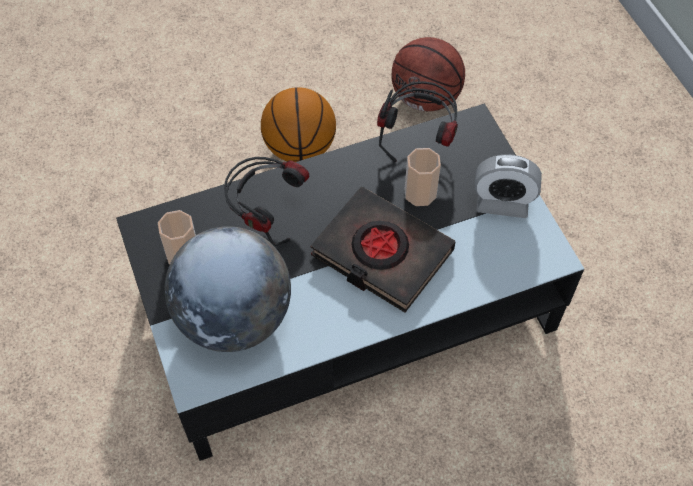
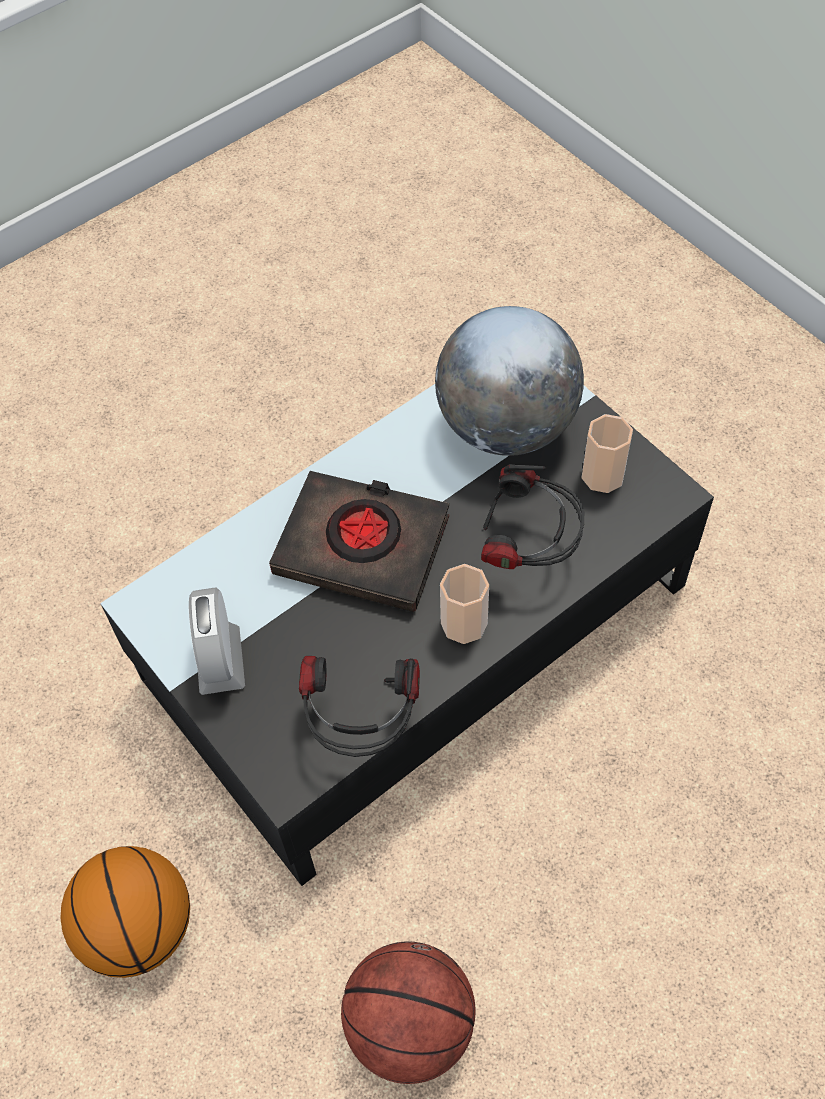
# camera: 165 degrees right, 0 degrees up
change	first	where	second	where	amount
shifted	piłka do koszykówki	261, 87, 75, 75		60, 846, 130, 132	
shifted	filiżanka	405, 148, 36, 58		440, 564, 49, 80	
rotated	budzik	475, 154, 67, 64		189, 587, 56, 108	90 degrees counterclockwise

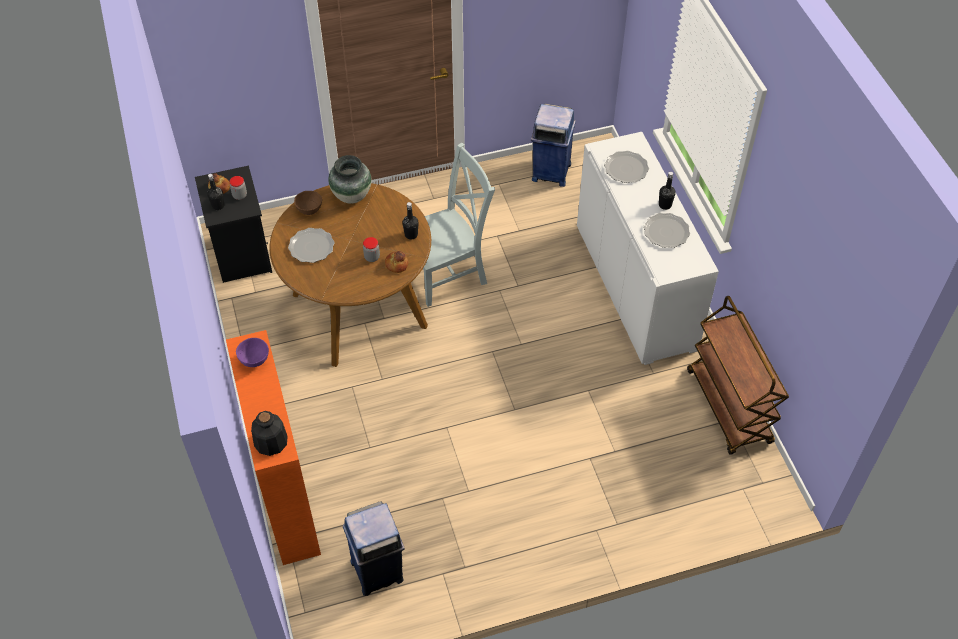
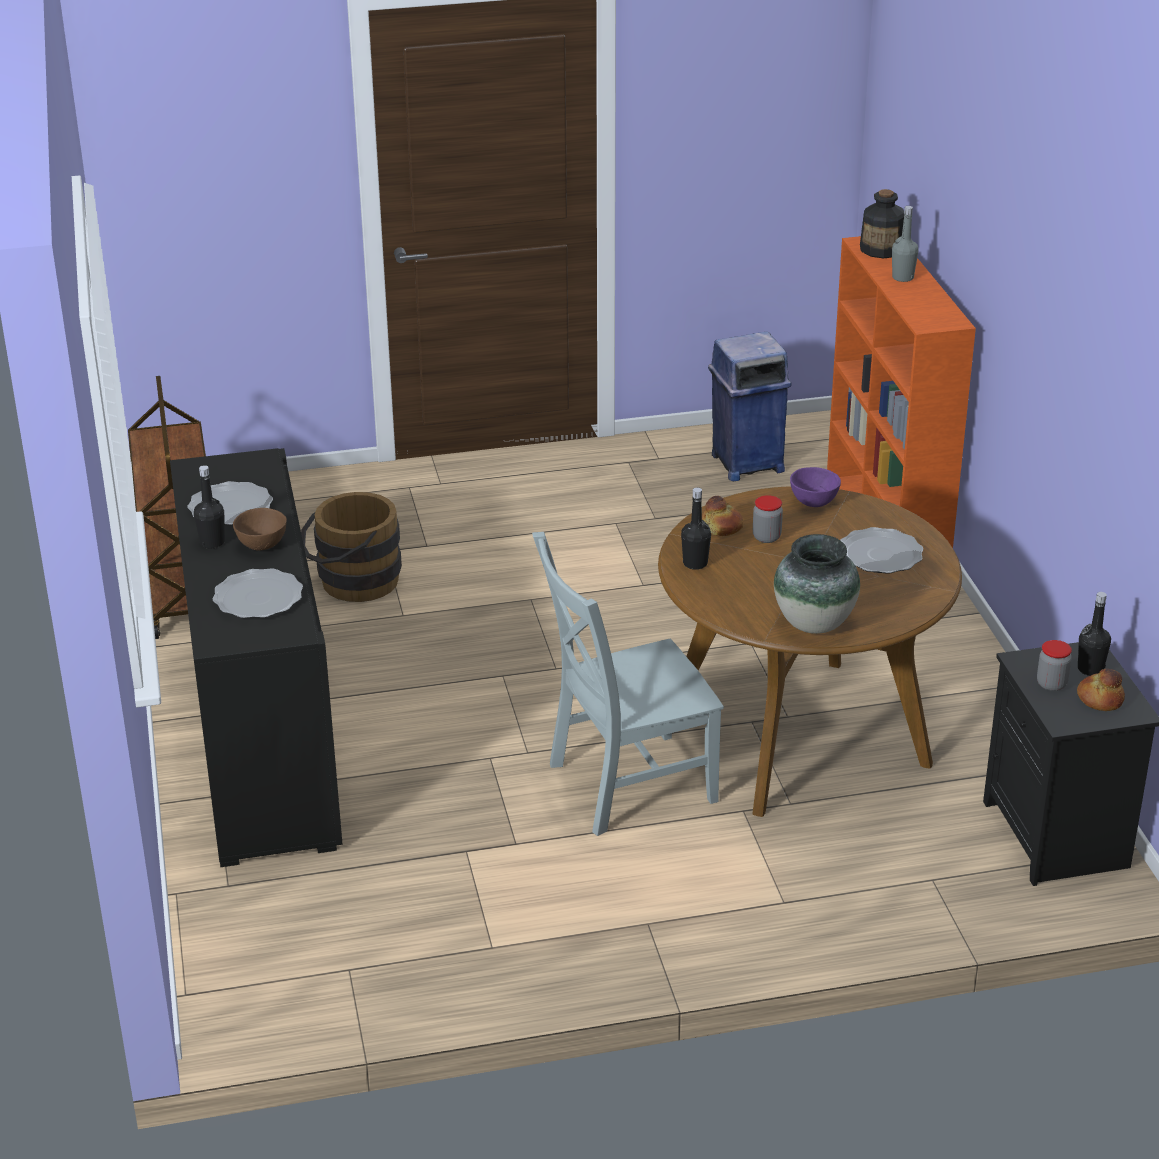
# camera: 175 degrees left, 20 degrees down
change	first	where	second	where	amount
gone	kosz na śmieci [niebieski]	531, 104, 45, 83			
new			wiadro [brązowy]	301, 492, 101, 110	
new			butelka [szary]	892, 206, 27, 76	
shifted	miska [fioletowy]	236, 338, 33, 29		790, 467, 51, 40	
shifted	miska [brązowy]	294, 191, 28, 24		233, 508, 54, 43	
repainted	szafka [biały]	577, 132, 142, 233	szafka [czarny]	170, 448, 173, 419	

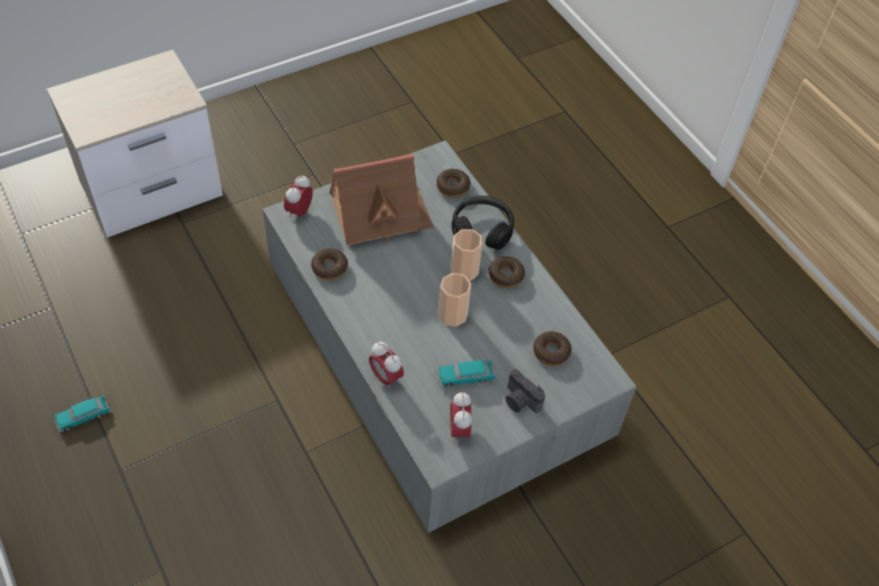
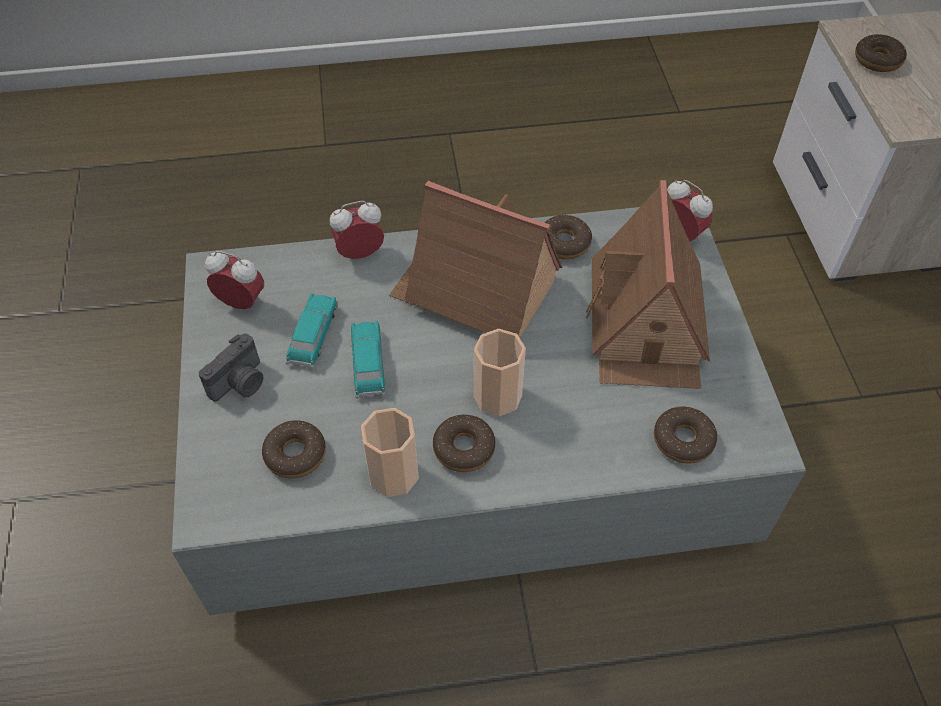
# camera: 115 degrees right, 0 degrees up
change	first	where	second	where	amount
gone	słuchawki [czarny]	451, 196, 63, 54			
new			domek	389, 181, 173, 157	
new			donut	855, 34, 52, 38	
shifted	samochodzik	54, 396, 58, 36		351, 321, 35, 78	
shifted	filiżanka	438, 273, 33, 54		361, 408, 58, 89	
rotated	aparat fotograficzny	505, 369, 40, 44		198, 333, 65, 69	150 degrees clockwise

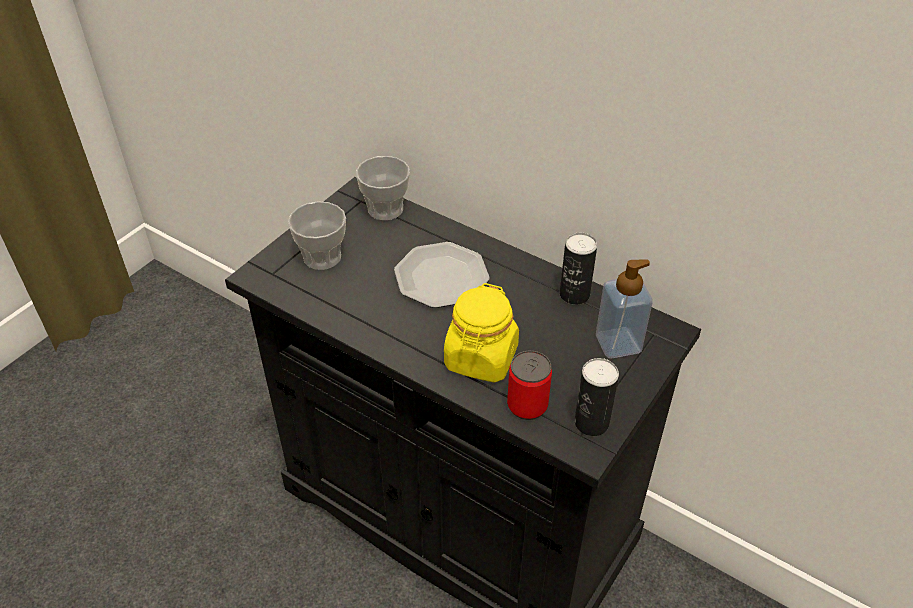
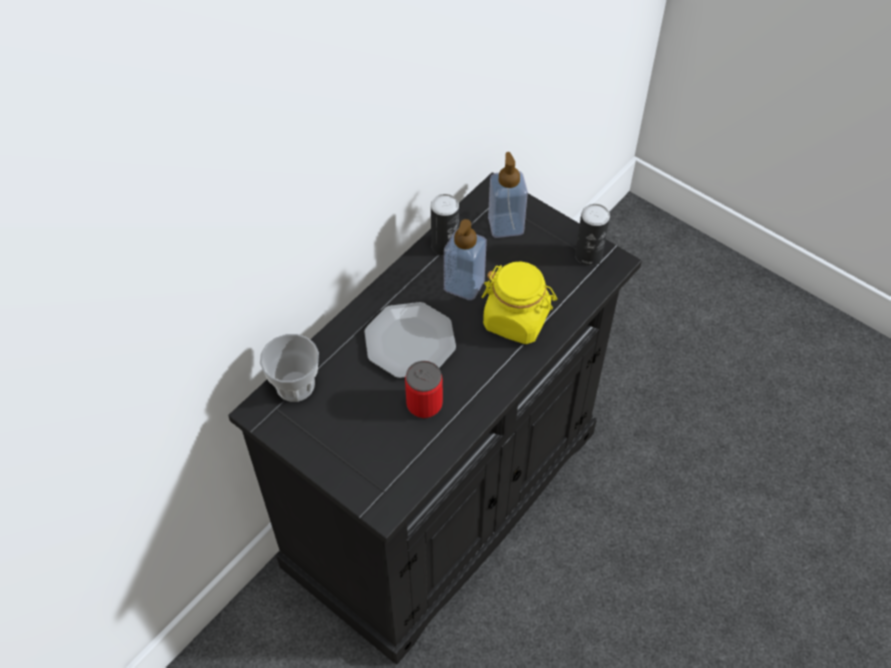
# camera: 85 degrees left, 10 degrees up
change	first	where	second	where	amount
gone	filiżanka	288, 202, 58, 68			
new			dozownik mydła	444, 219, 43, 81	
shifted	puszka	507, 351, 45, 69		405, 361, 38, 57	

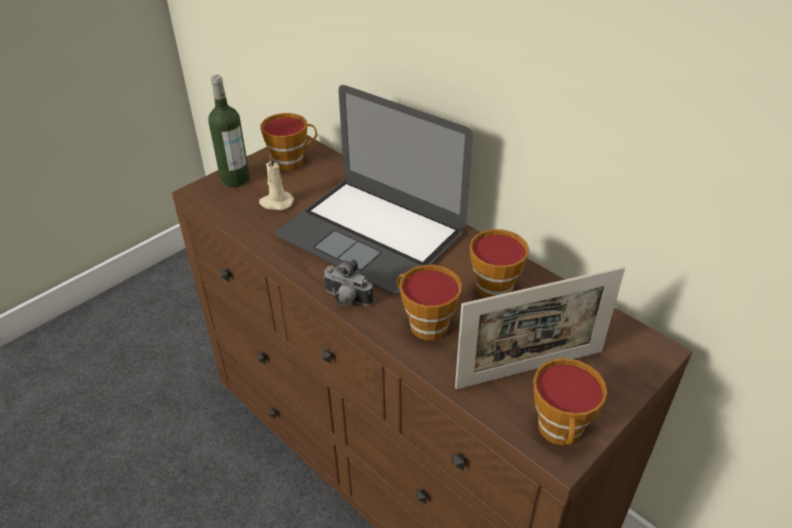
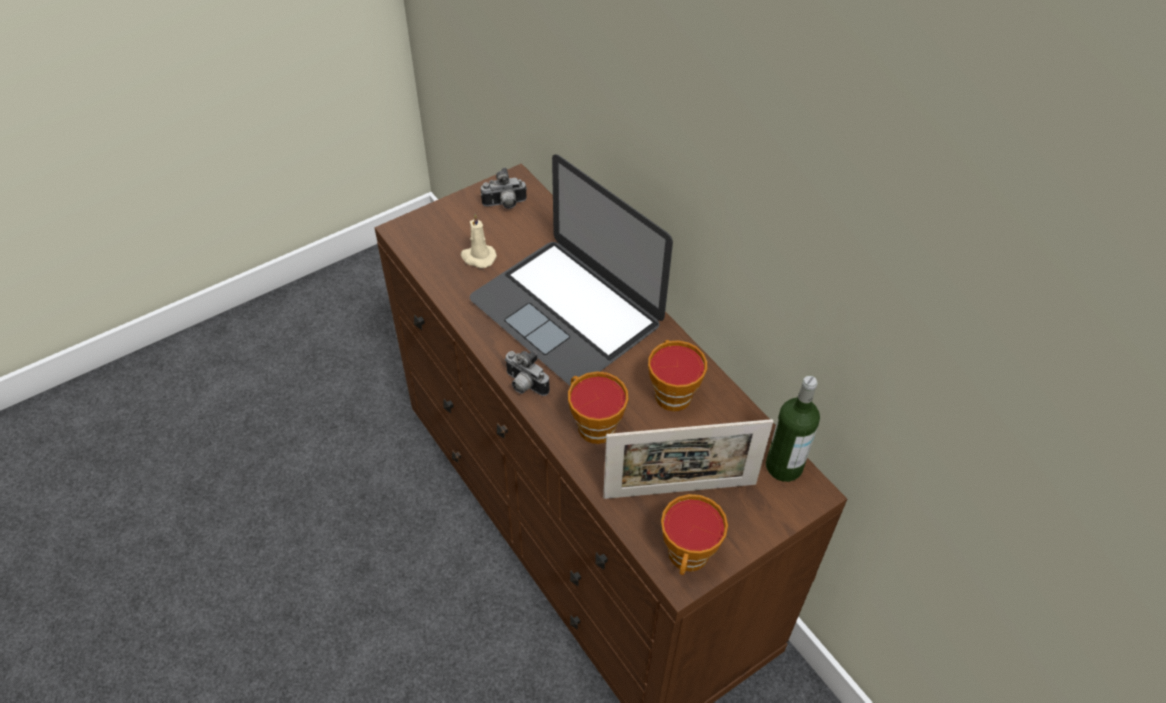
# camera: 10 degrees right, 10 degrees up
change	first	where	second	where	amount
shifted	butelka	208, 75, 42, 112		766, 376, 54, 106	
swapped	filiżanka	261, 113, 56, 57	aparat fotograficzny	481, 168, 46, 41	

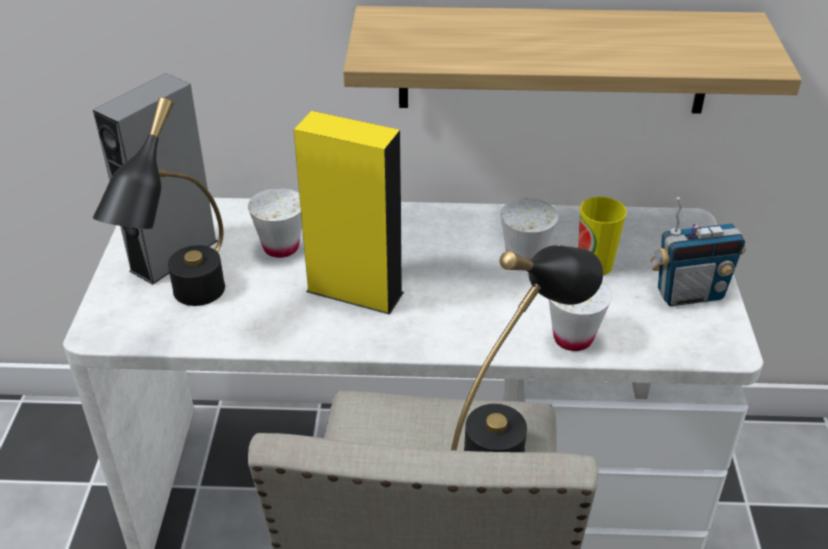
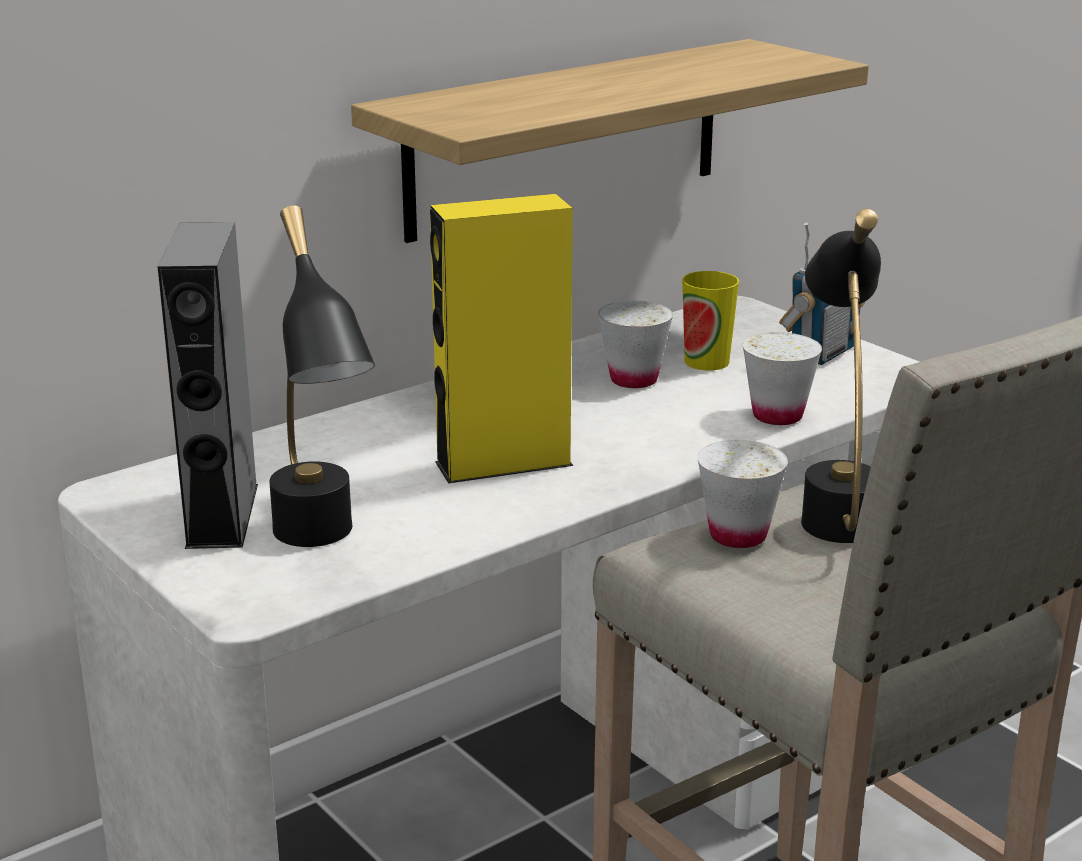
# camera: 40 degrees left, 15 degrees down
change	first	where	second	where	amount
shifted	filiżanka [biały]	248, 188, 54, 70		697, 440, 91, 108	

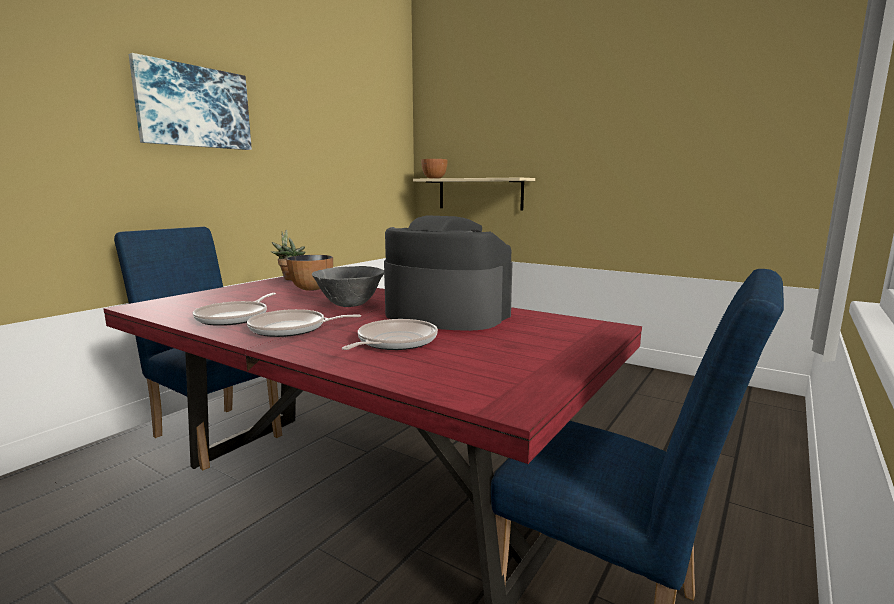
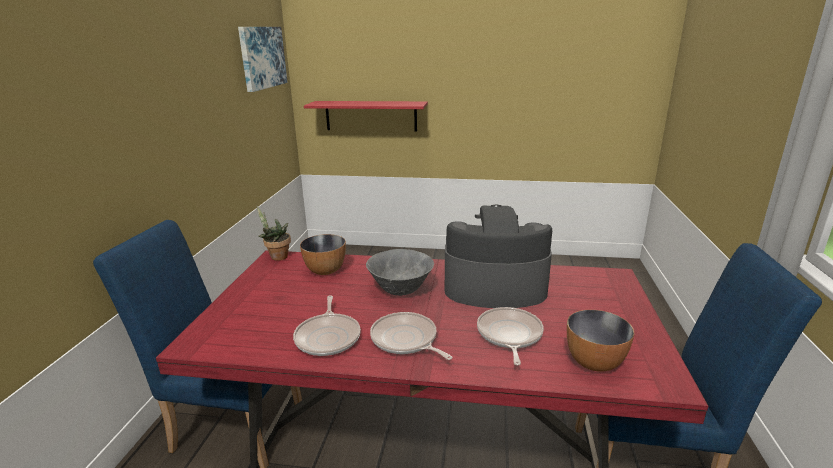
# camera: 25 degrees left, 10 degrees up
change	first	where	second	where	amount
shifted	obraz	129, 53, 123, 97		238, 27, 50, 65	
shifted	miska	421, 159, 27, 20		567, 310, 68, 62	
repainted	półka [beżowy]	413, 177, 122, 34	półka [czerwony]	304, 101, 124, 30	
rotated	patelnia	247, 309, 114, 28		370, 312, 83, 48	75 degrees clockwise

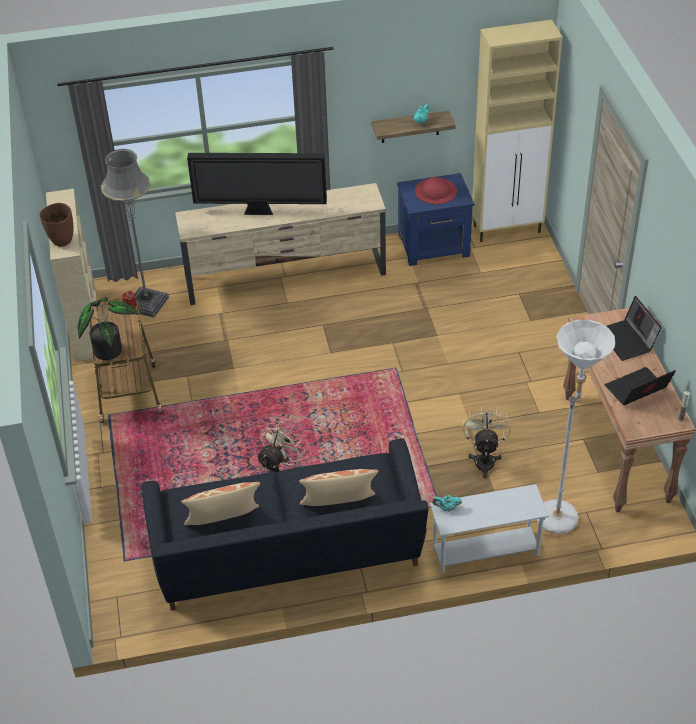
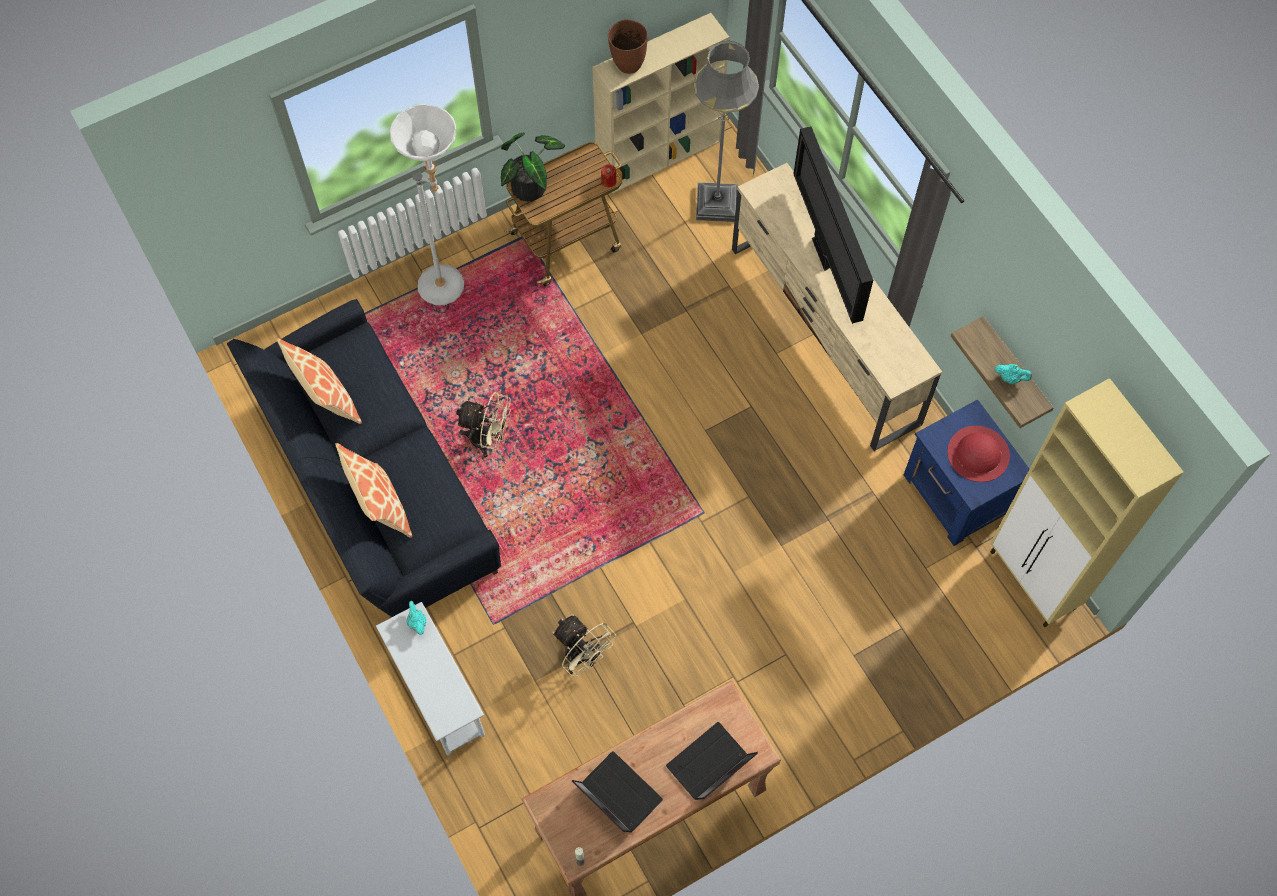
# camera: 70 degrees right, 20 degrees up
change	first	where	second	where	amount
shifted	lampa stojąca [biały]	537, 320, 78, 214		390, 104, 74, 201	
rotated	wentylator [beżowy]	463, 406, 48, 72		552, 614, 64, 63	60 degrees clockwise

